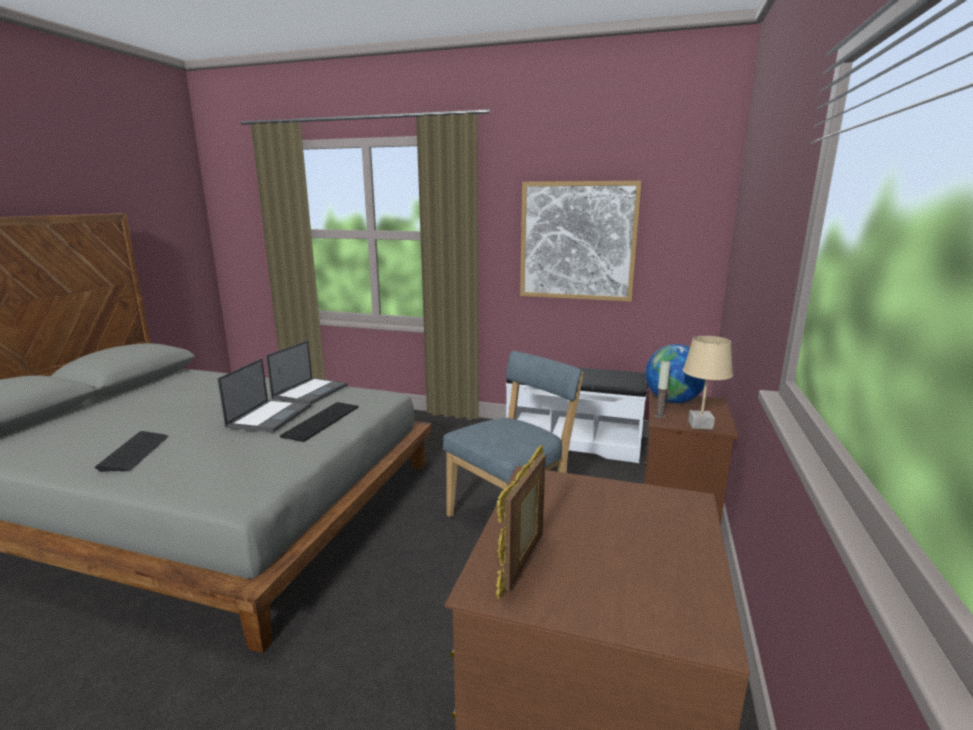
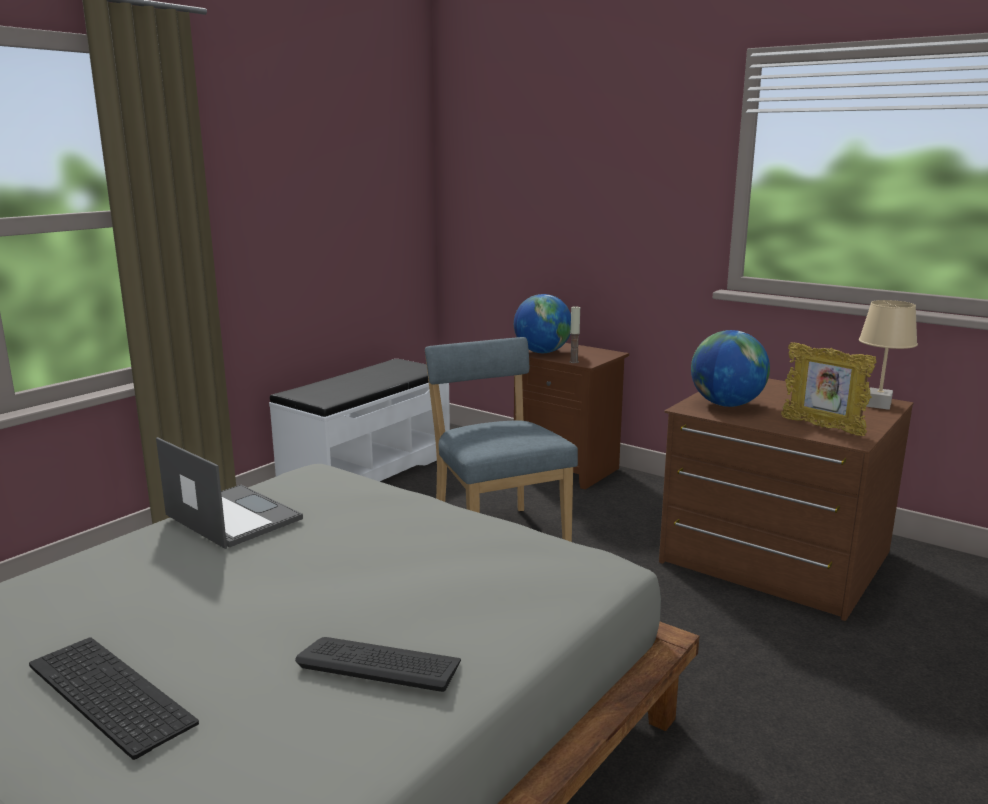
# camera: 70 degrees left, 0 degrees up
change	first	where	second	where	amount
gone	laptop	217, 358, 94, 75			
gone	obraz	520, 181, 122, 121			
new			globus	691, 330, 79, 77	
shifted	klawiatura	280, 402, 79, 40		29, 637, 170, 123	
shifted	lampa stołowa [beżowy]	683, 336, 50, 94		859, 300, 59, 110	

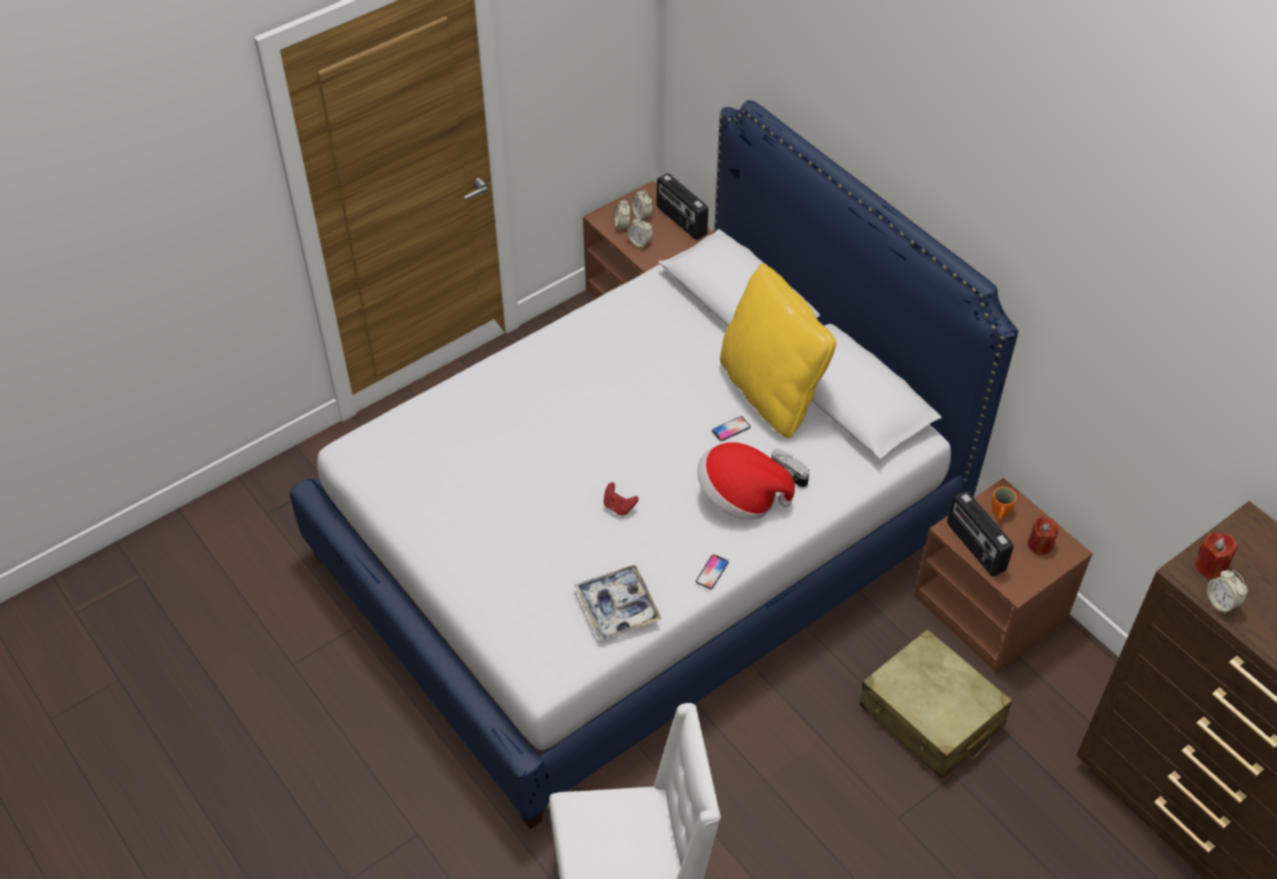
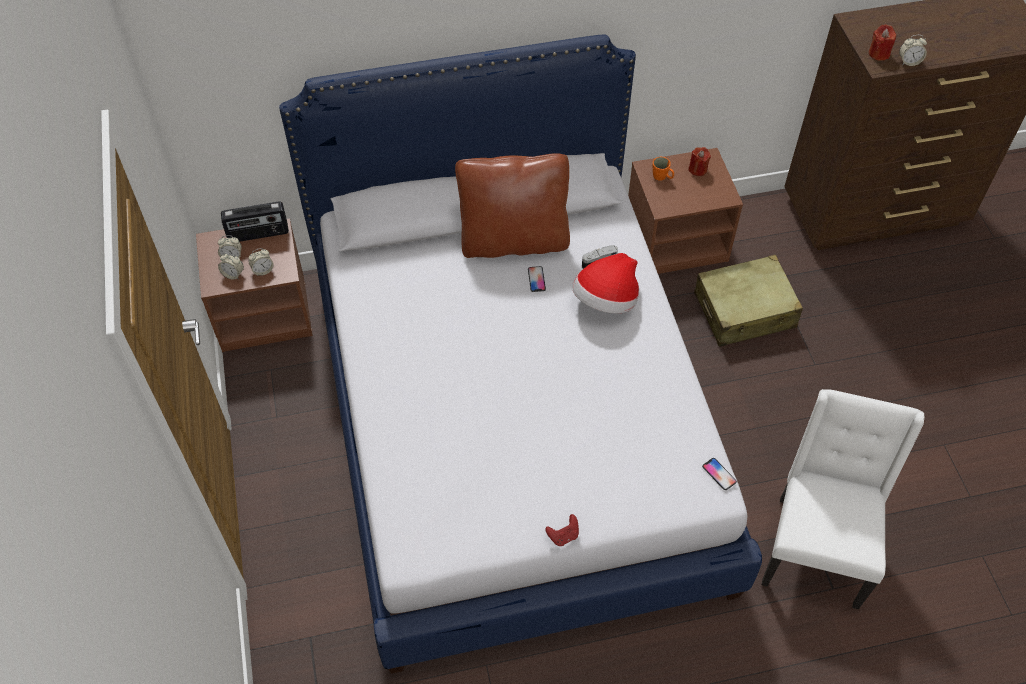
# camera: 65 degrees left, 5 degrees up
change	first	where	second	where	amount
gone	taca	574, 565, 88, 75			
gone	radio	947, 491, 67, 86			
shifted	pad do gier [czerwony]	604, 482, 34, 34		545, 514, 34, 32	
shifted	telefon	696, 554, 33, 35		702, 458, 35, 32	
repainted	poduszka [żółty]	720, 263, 116, 175	poduszka [brązowy]	455, 153, 115, 105	

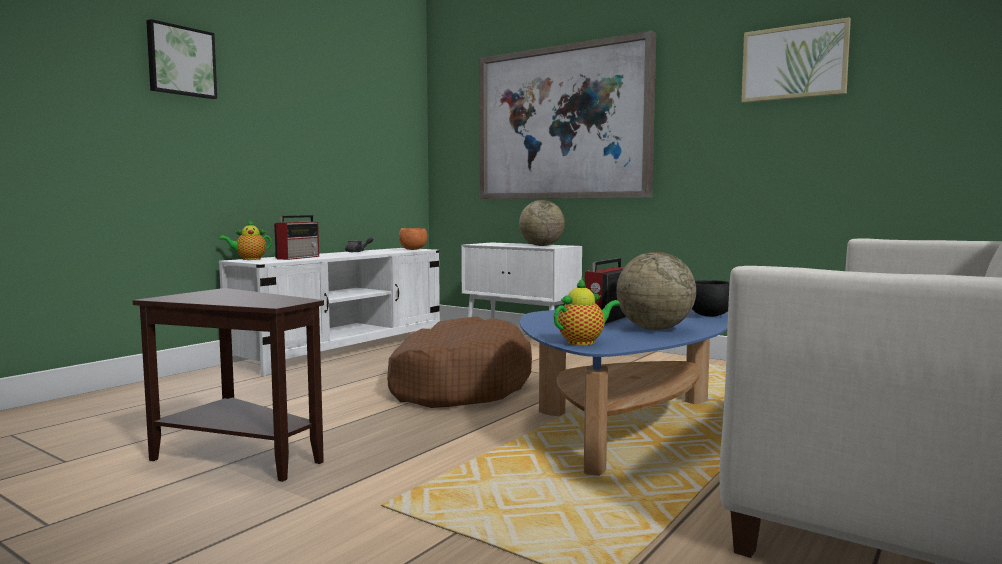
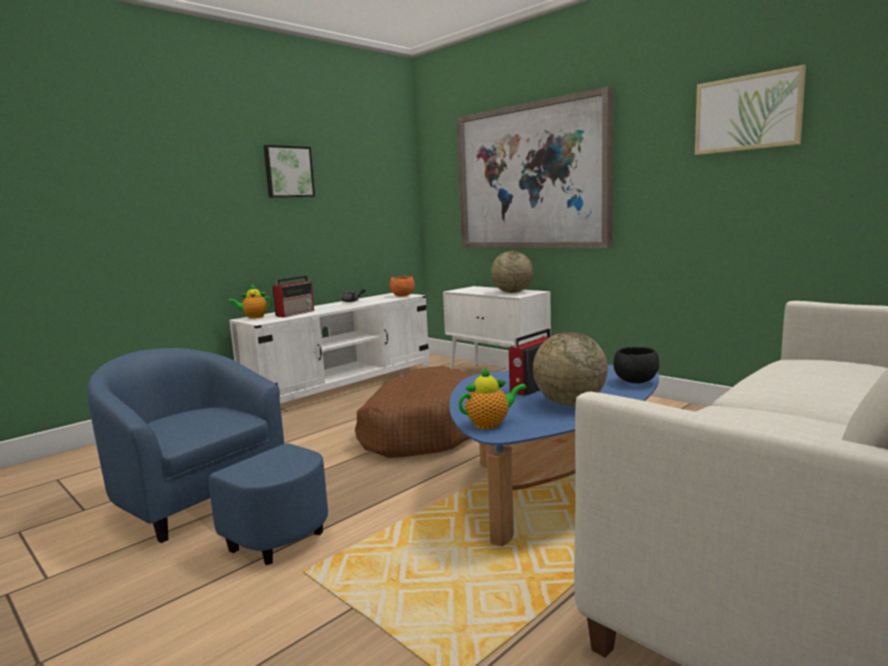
# camera: 10 degrees right, 5 degrees up
change	first	where	second	where	amount
shifted	obraz	146, 19, 71, 80		264, 145, 51, 53	
swapped	stolik [brązowy]	133, 288, 191, 194	fotel [niebieski]	87, 348, 241, 217	

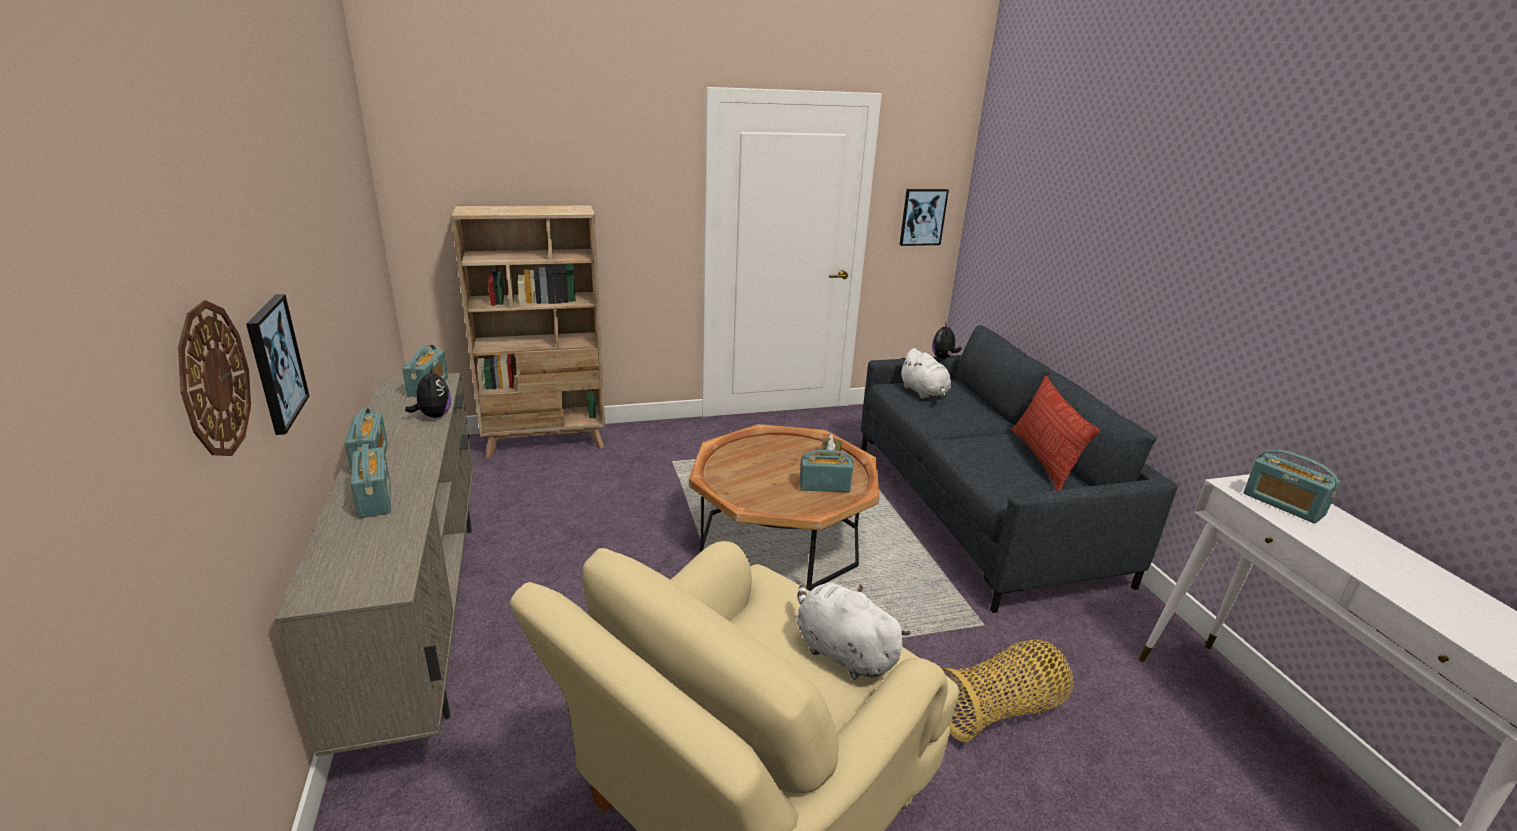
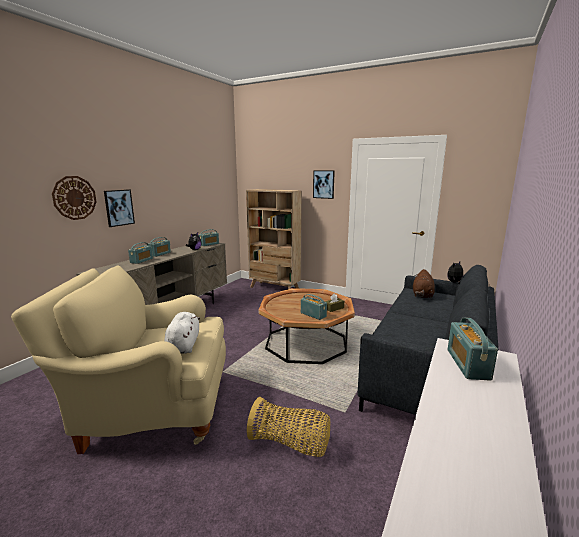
# camera: 45 degrees right, 10 degrees down
change	first	where	second	where	amount
gone	poduszka	1012, 376, 88, 114			
shifted	obraz	900, 189, 49, 57		313, 170, 22, 29	
repainted	pluszak [biały]	900, 348, 51, 51	pluszak [brązowy]	413, 269, 22, 30	

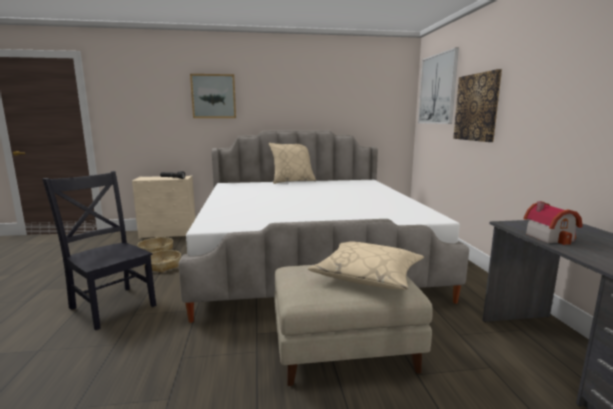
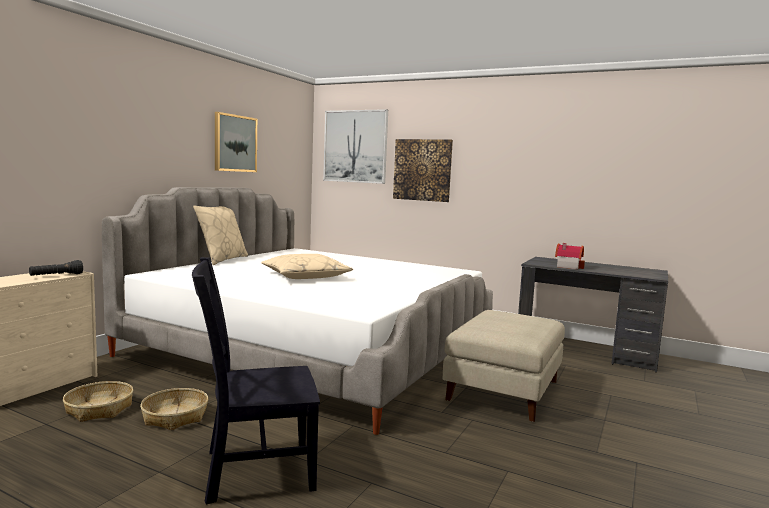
# camera: 55 degrees left, 5 degrees down
change	first	where	second	where	amount
shifted	obraz	190, 74, 46, 44		215, 112, 42, 60	
shifted	poduszka [beżowy]	308, 241, 116, 49		261, 254, 92, 25	

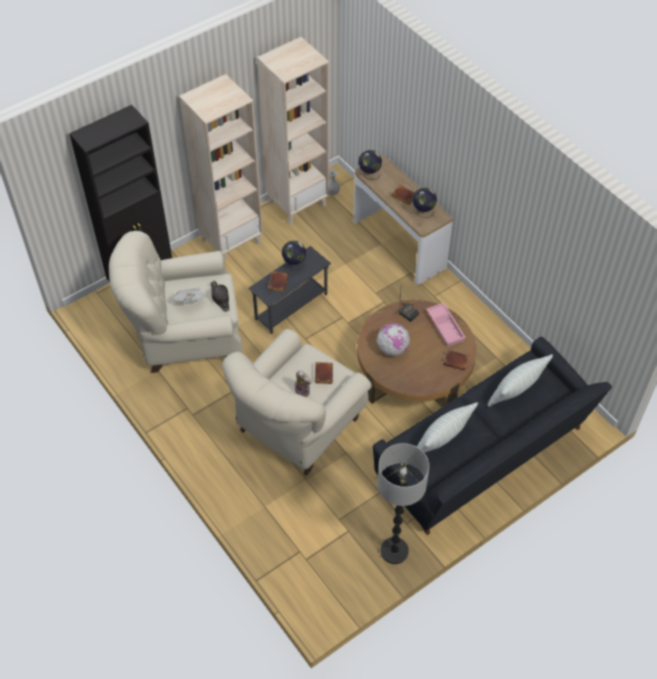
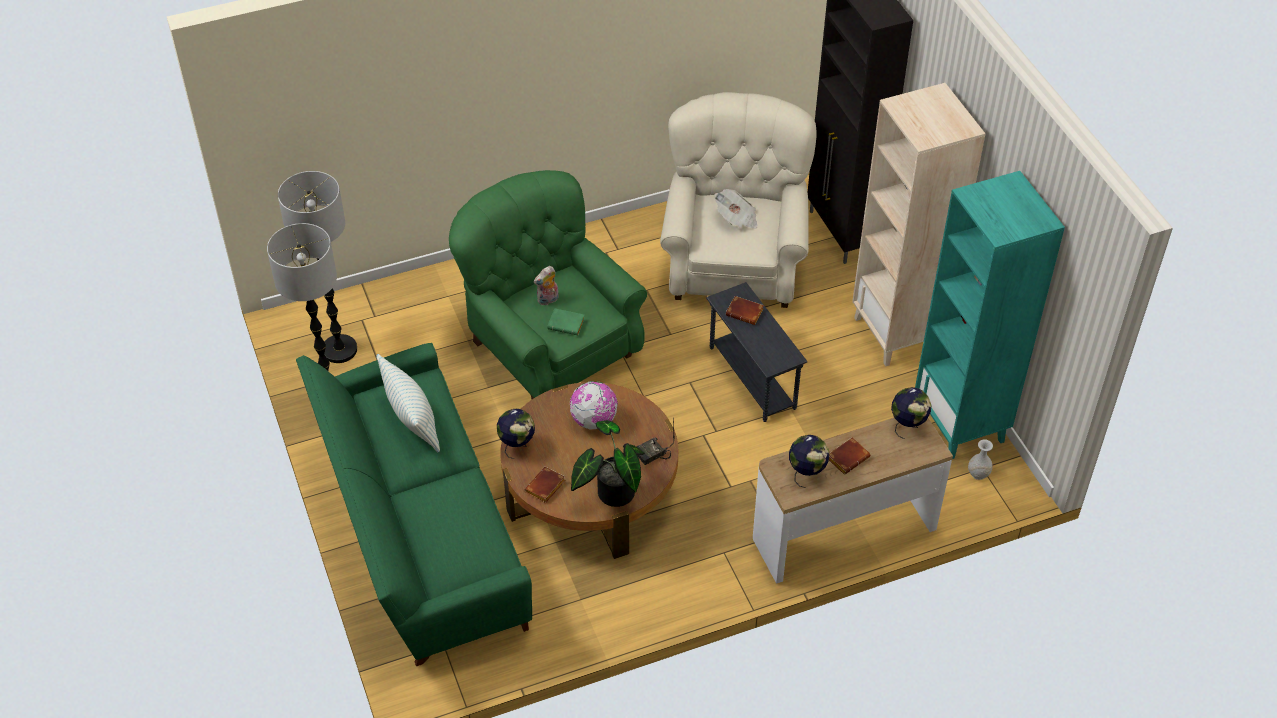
# camera: 105 degrees right, 5 degrees down
change	first	where	second	where	amount
gone	kapelusz [czarny]	211, 281, 18, 31			
gone	poduszka	488, 354, 65, 53			
new			lampa stojąca	278, 171, 79, 192	
shifted	globus	282, 240, 24, 30		497, 409, 38, 50	
swapped	taca [różowy]	427, 303, 39, 44	roślina doniczkowa	571, 420, 74, 87	
repainted	fotel [beżowy]	222, 329, 150, 147	fotel [zielony]	449, 170, 198, 229	
repainted	regał [beżowy]	257, 37, 72, 188	regał [turkusowy]	915, 171, 150, 288	
repainted	książka [brązowy]	315, 362, 18, 22	książka [zielony]	547, 308, 38, 27	
repainted	kanapa [czarny]	372, 336, 240, 199	kanapa [zielony]	296, 343, 236, 323	

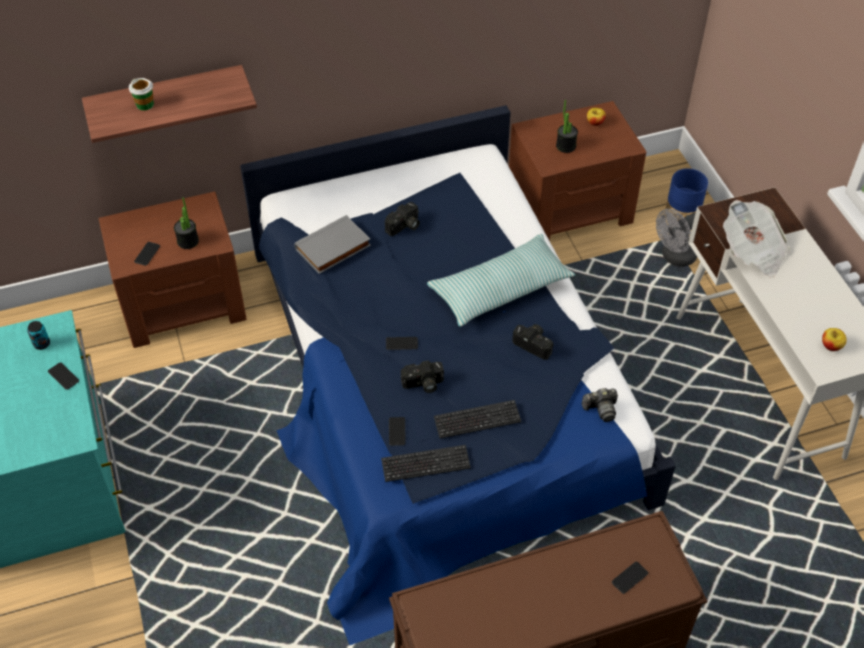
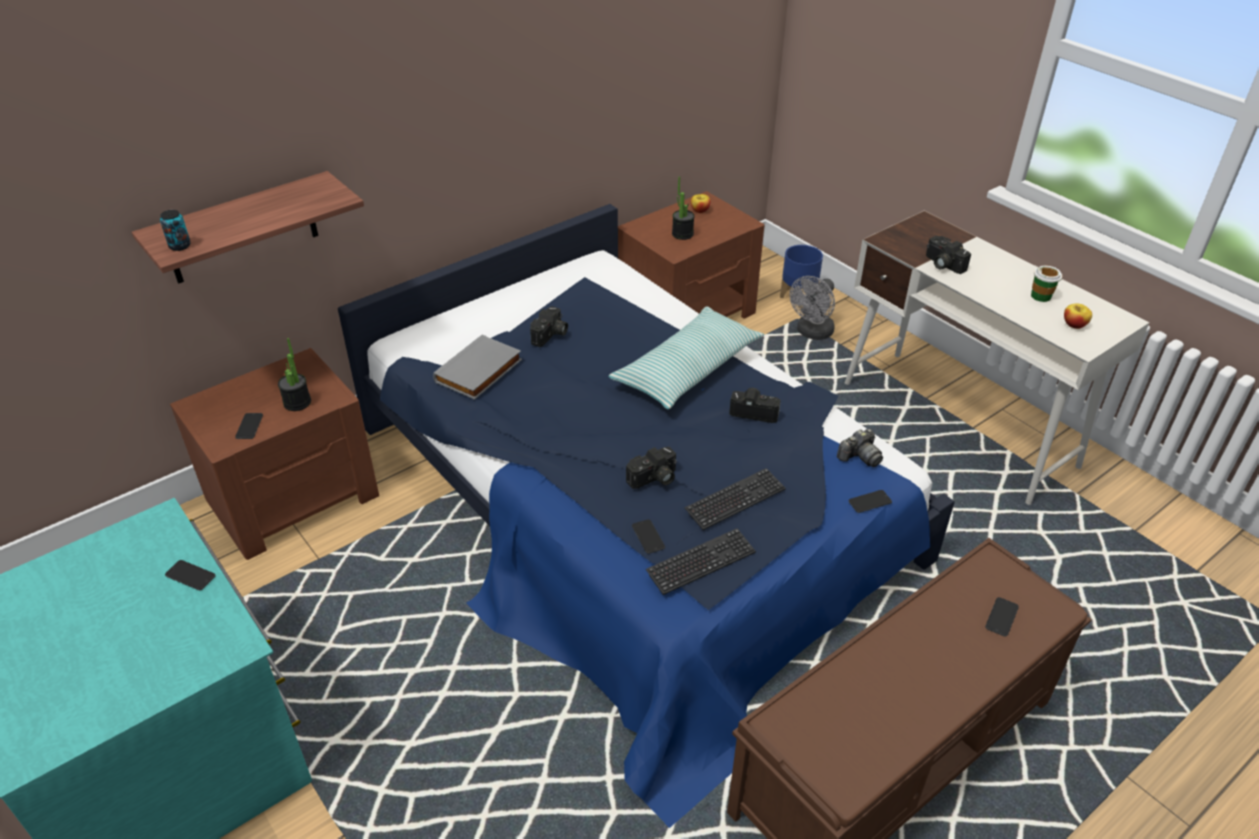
# camera: 20 degrees left, 10 degrees down
change	first	where	second	where	amount
shifted	puszka	27, 321, 23, 29		160, 210, 31, 41	
shifted	filiżanka	129, 78, 25, 33		1031, 265, 31, 37	
shifted	telefon	386, 337, 32, 13		848, 490, 44, 23	
swapped	gazeta	723, 200, 68, 78	aparat fotograficzny	926, 236, 45, 38	

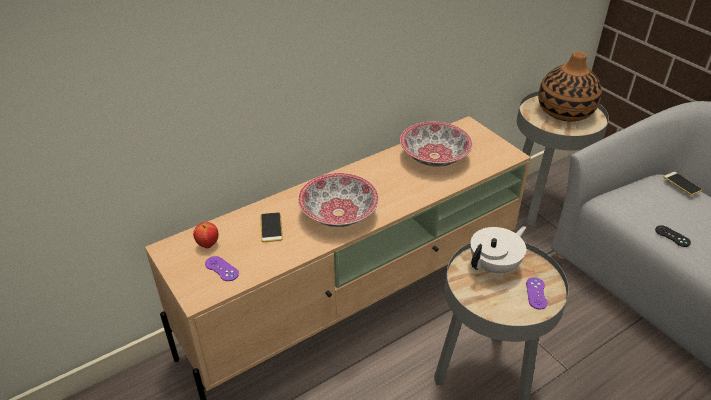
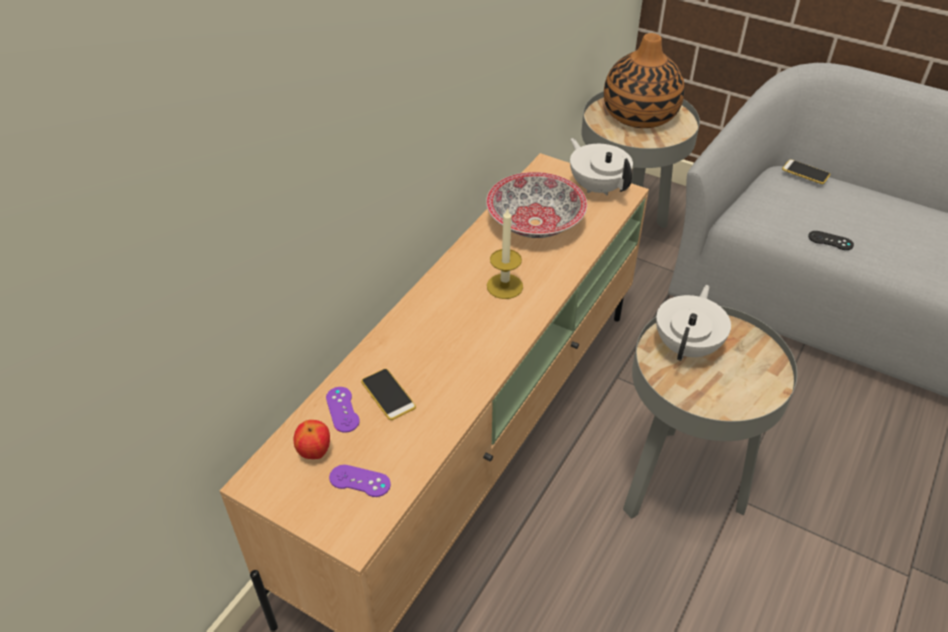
# camera: 25 degrees left, 5 degrees up
change	first	where	second	where	amount
gone	miska	298, 173, 81, 54			
new			świeca	487, 208, 36, 91	
new			imbryk [biały]	570, 138, 63, 57	
shifted	pad do gier [fioletowy]	526, 277, 22, 32		326, 387, 34, 46	

